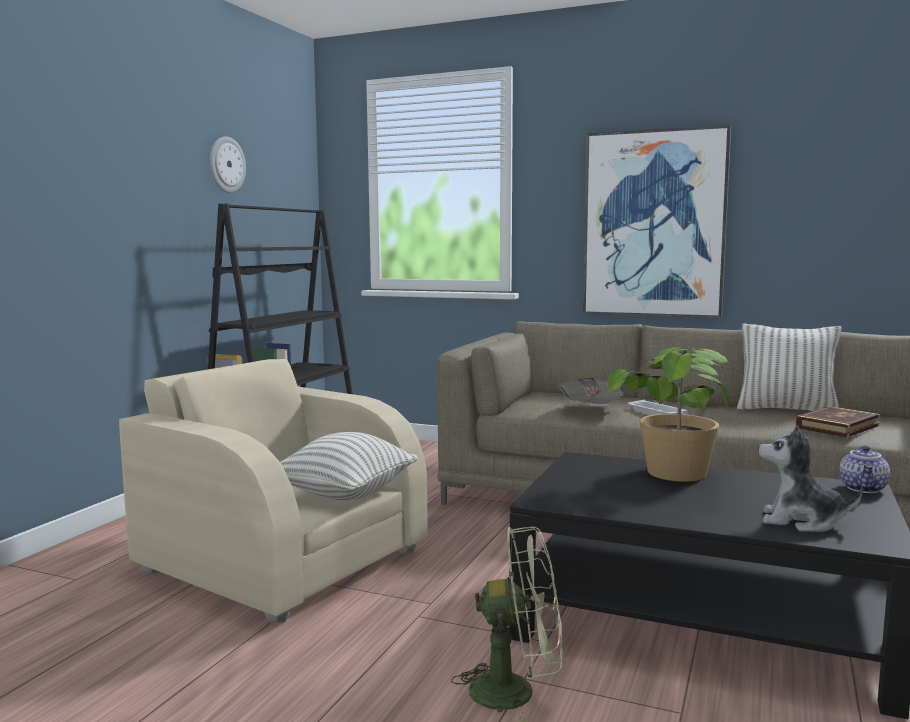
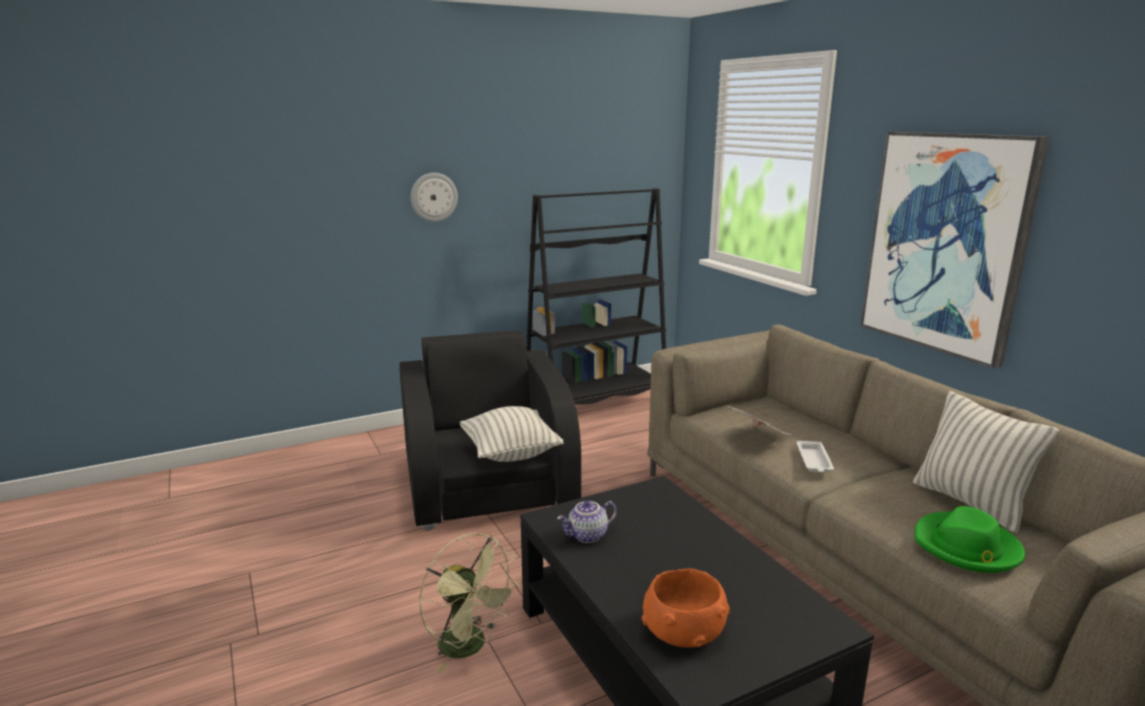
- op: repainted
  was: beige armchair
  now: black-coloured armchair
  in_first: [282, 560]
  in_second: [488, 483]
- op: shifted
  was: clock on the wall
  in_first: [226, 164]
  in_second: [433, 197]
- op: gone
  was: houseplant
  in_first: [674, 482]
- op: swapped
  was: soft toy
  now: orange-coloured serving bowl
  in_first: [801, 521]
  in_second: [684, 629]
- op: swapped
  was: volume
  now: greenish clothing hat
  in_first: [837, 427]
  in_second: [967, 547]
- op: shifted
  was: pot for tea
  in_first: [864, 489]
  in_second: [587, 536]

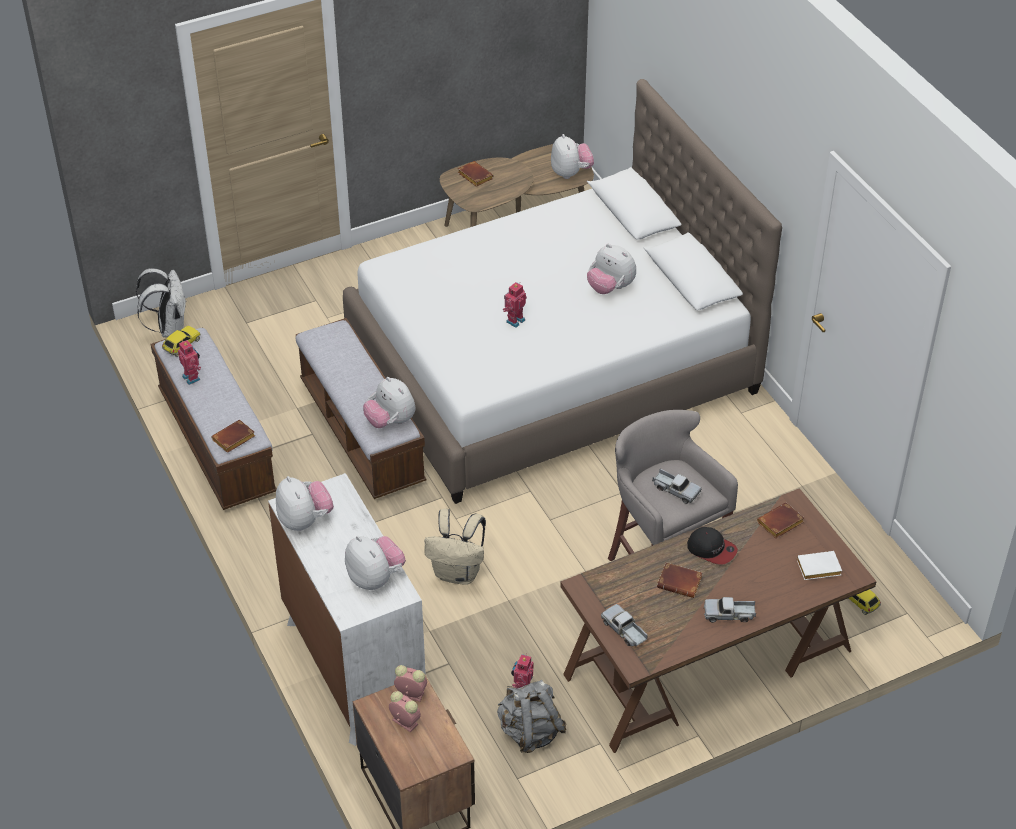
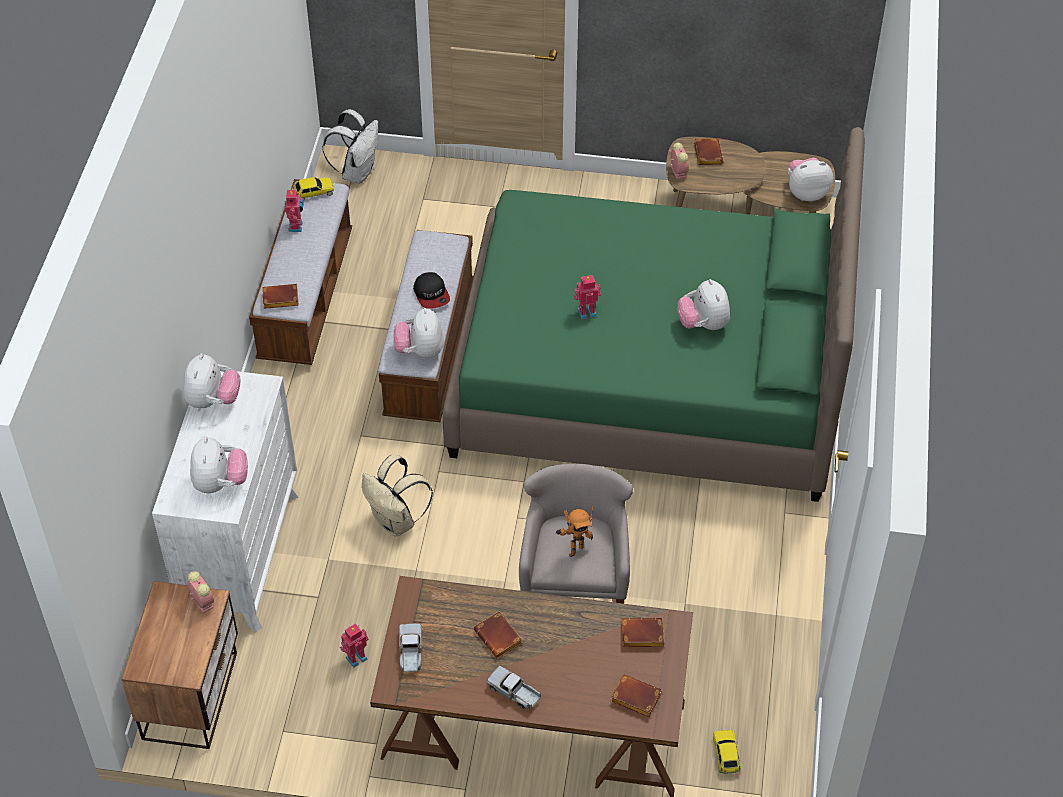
- op: repainted
  was: white-coloured bedroom bed
  now: greenish bedroom bed
  in_first: [552, 367]
  in_second: [648, 375]
- op: shifted
  was: bedside clock
  in_first: [404, 721]
  in_second: [677, 171]
- op: gone
  was: gray knapsack
  in_first: [530, 732]
- op: rotated
  was: soft toy
  in_first: [570, 173]
  in_second: [806, 193]
  clockwise: -120
- op: swapped
  was: toy truck
  now: robot figure
  in_first: [675, 490]
  in_second: [574, 549]
- op: shifted
  was: peaked cap
  in_first: [711, 549]
  in_second: [431, 294]
- op: repainted
  was: white-coloured volume
  now: brown-coloured volume
  in_first: [817, 569]
  in_second: [634, 698]

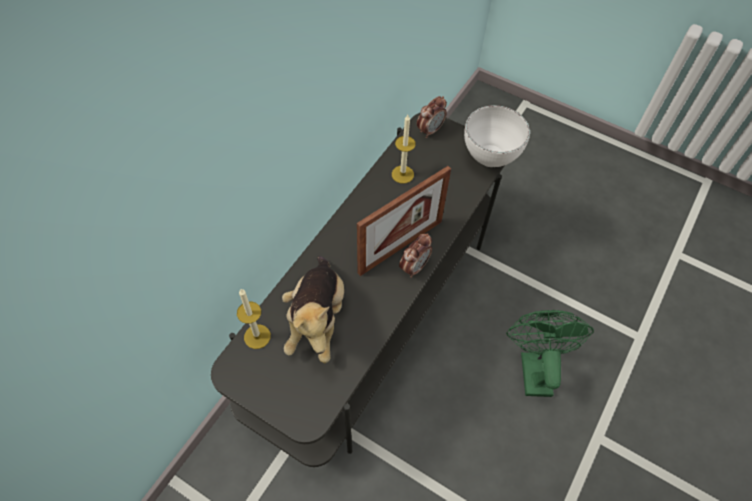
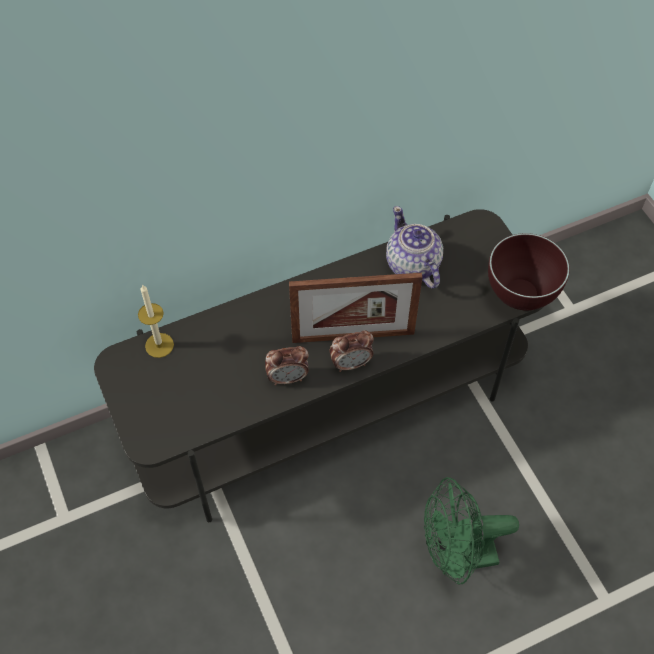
- op: gone
  was: soft toy
  in_first: [317, 320]
- op: swapped
  was: candle
  now: pot for tea
  in_first: [402, 174]
  in_second: [412, 265]
- op: shifted
  was: bedside clock
  in_first: [430, 130]
  in_second: [288, 378]
- op: repainted
  was: white-coloured serving bowl
  now: brown-coloured serving bowl
  in_first: [488, 158]
  in_second: [518, 295]
- op: rotated
  was: greenish fan
  in_first: [534, 367]
  in_second: [456, 557]
  clockwise: -135

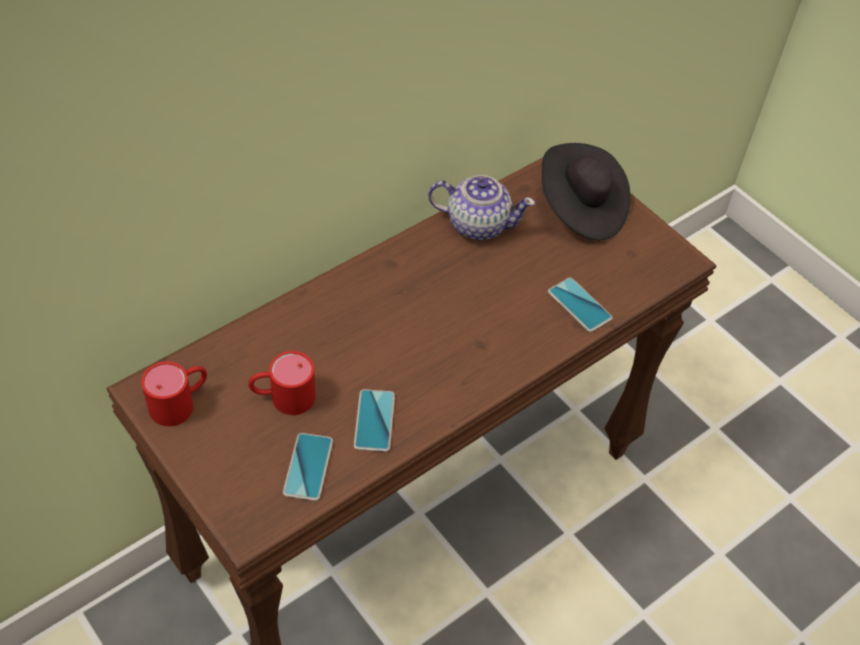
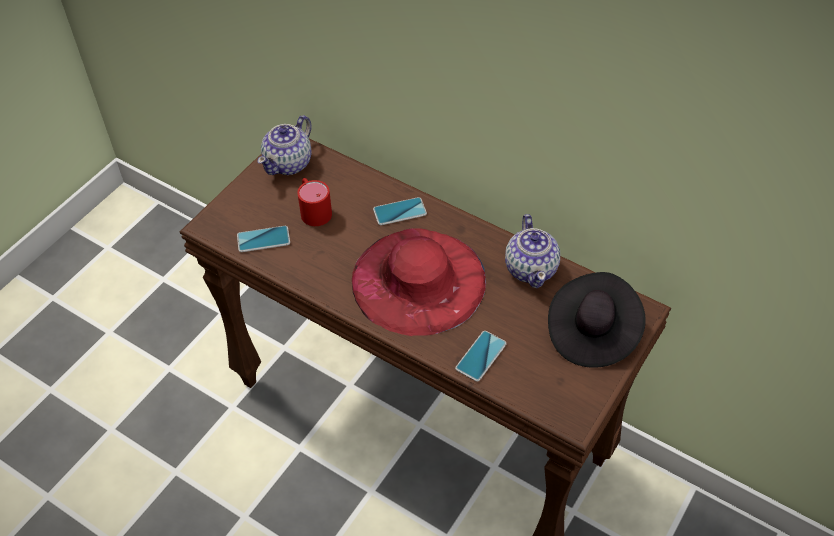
- op: swapped
  was: reddish tea mug
  now: pot for tea
  in_first: [180, 402]
  in_second: [289, 163]
- op: shifted
  was: handset
  in_first: [374, 421]
  in_second: [399, 212]
- op: new
  now: reddish clothing hat
  in_second: [418, 280]

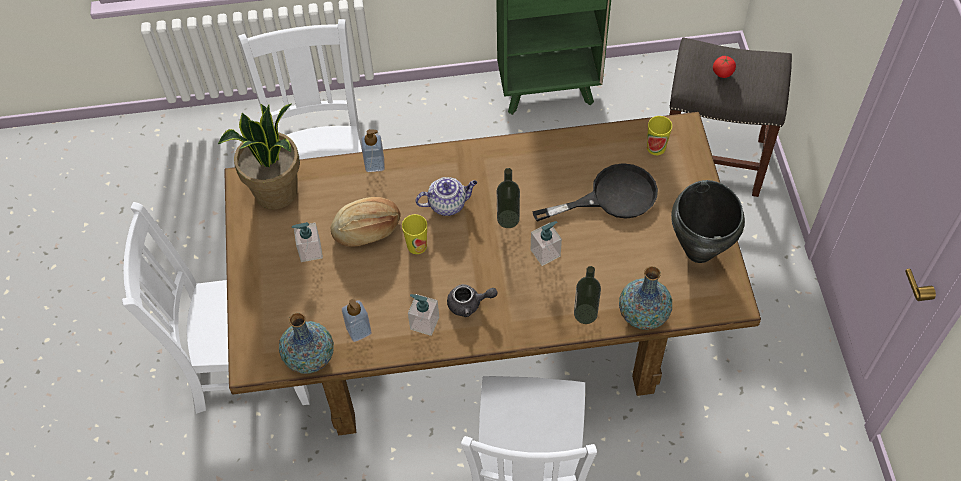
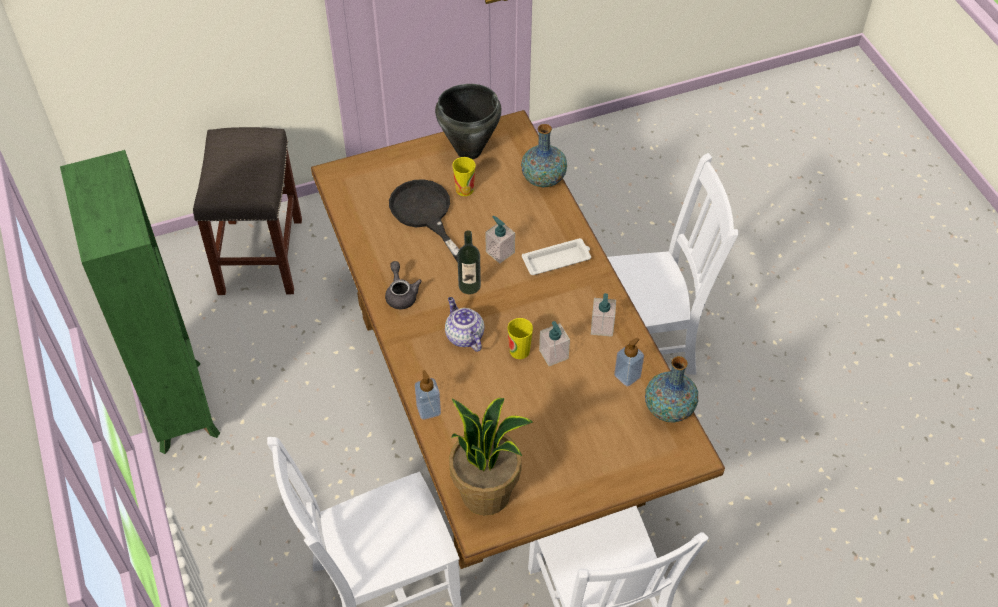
- op: shifted
  was: soap bottle
  in_first: [310, 251]
  in_second: [553, 354]
- op: gone
  was: bakery bread
  in_first: [367, 229]
- op: shifted
  was: gray pot for tea
  in_first: [469, 304]
  in_second: [401, 294]
- op: gone
  was: drink bottle
  in_first: [585, 314]
- op: shifted
  was: cup
  in_first: [656, 147]
  in_second: [464, 189]
- op: gone
  was: tomato
  in_first: [722, 73]
- op: new
  now: white-coloured carrying tray
  in_second: [557, 260]

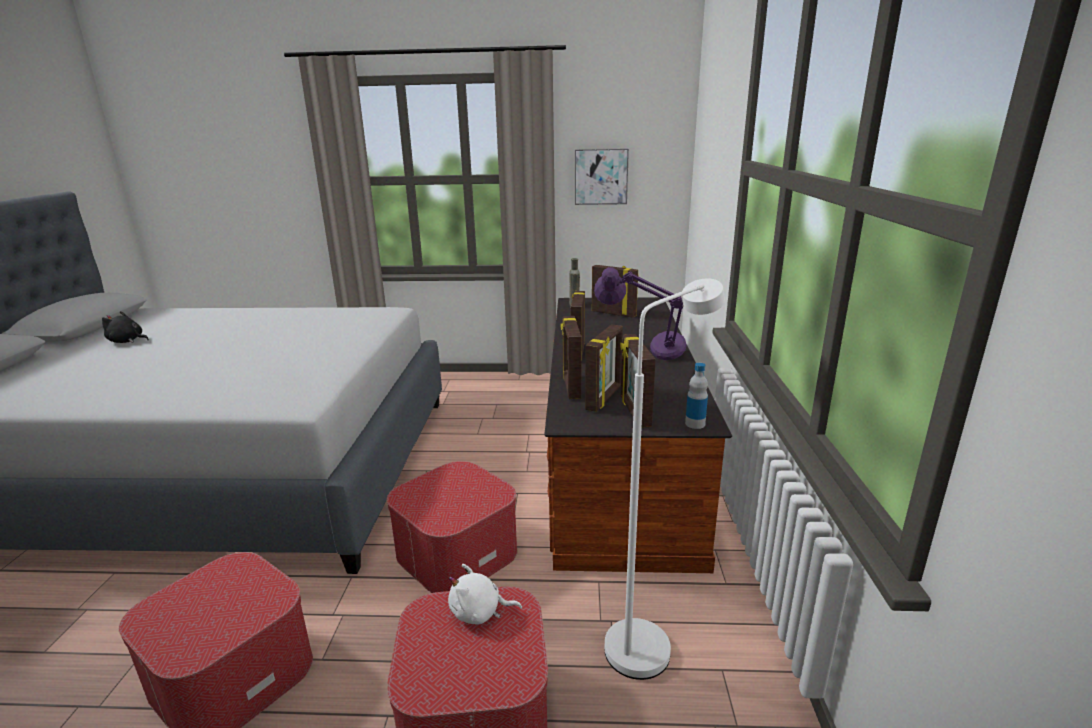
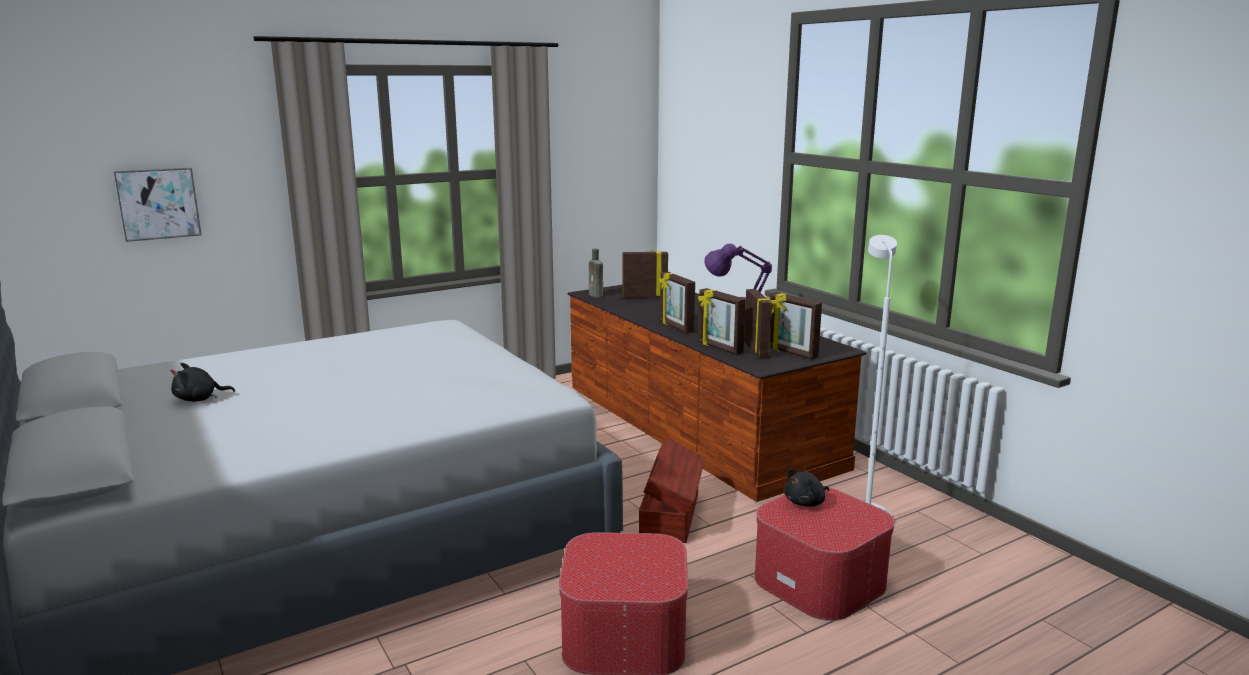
- op: swapped
  was: ottoman
  now: brown-coloured storage box
  in_first: [457, 551]
  in_second: [671, 515]
- op: repainted
  was: white-coloured soft toy
  now: black-coloured soft toy
  in_first: [479, 612]
  in_second: [806, 502]
- op: shifted
  was: wall art
  in_first: [601, 176]
  in_second: [158, 203]
- op: gone
  was: drink bottle
  in_first: [695, 424]

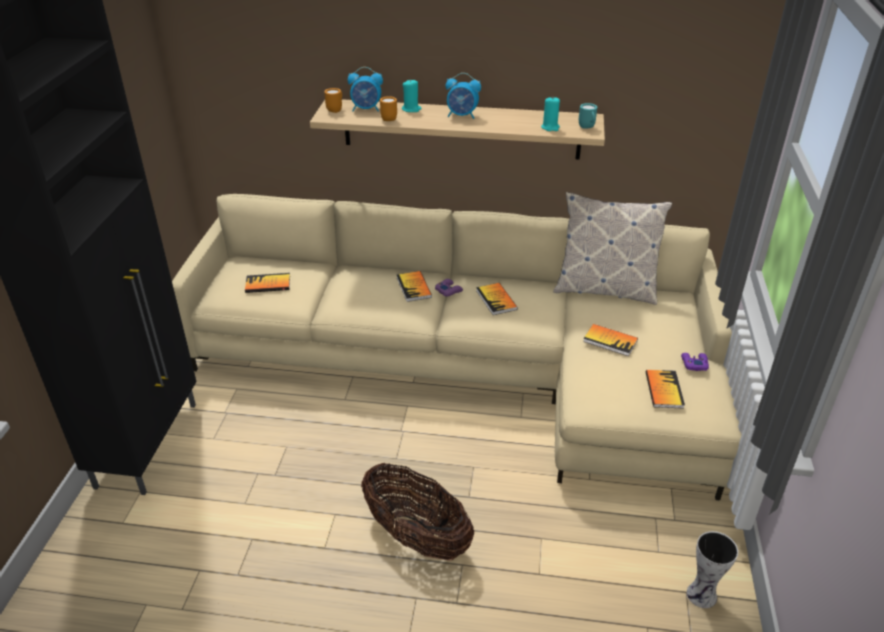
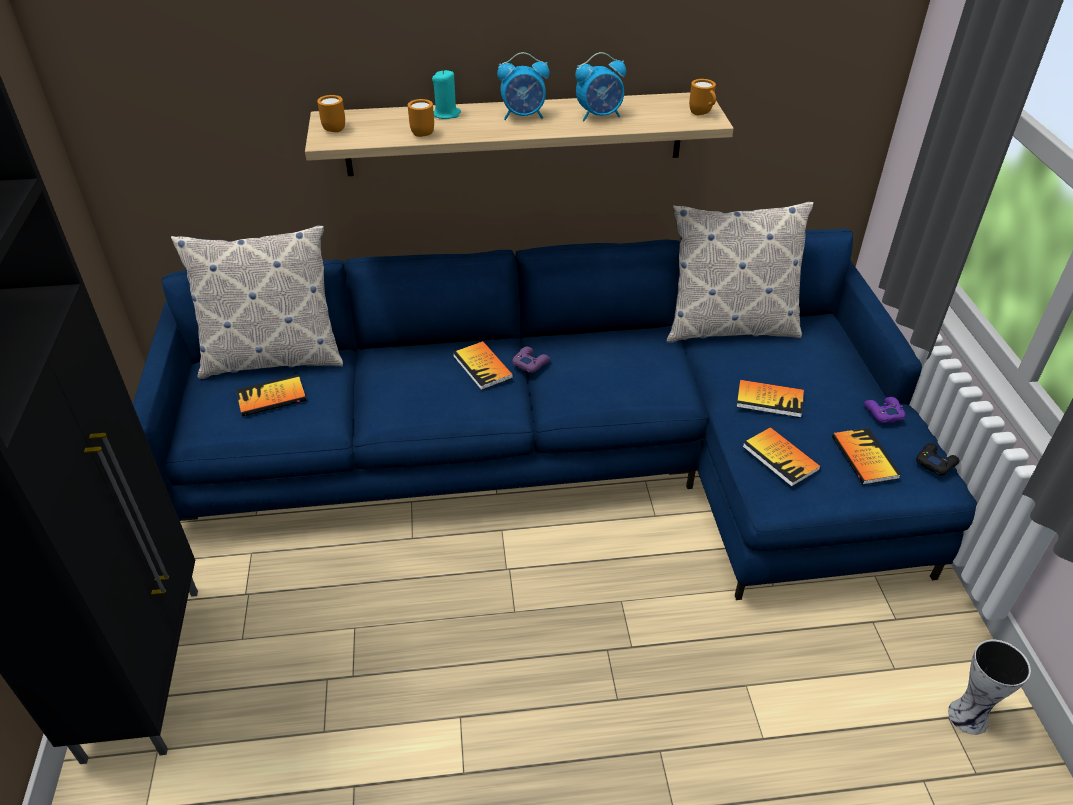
- op: repainted
  was: beige couch
  now: blue-coloured couch
  in_first: [474, 369]
  in_second: [570, 459]
- op: shifted
  was: bedside clock
  in_first: [366, 109]
  in_second: [600, 116]
- op: gone
  was: storage basket
  in_first: [416, 536]
- op: shifted
  was: volume
  in_first: [496, 300]
  in_second: [780, 458]
- op: gone
  was: turquoise candle
  in_first: [550, 127]
- op: repainted
  was: turquoise tea mug
  now: orange-coloured tea mug
  in_first: [587, 128]
  in_second: [702, 114]
- op: new
  now: pillow
  in_second: [273, 358]
- op: new
  now: black-coloured joypad
  in_second: [935, 462]

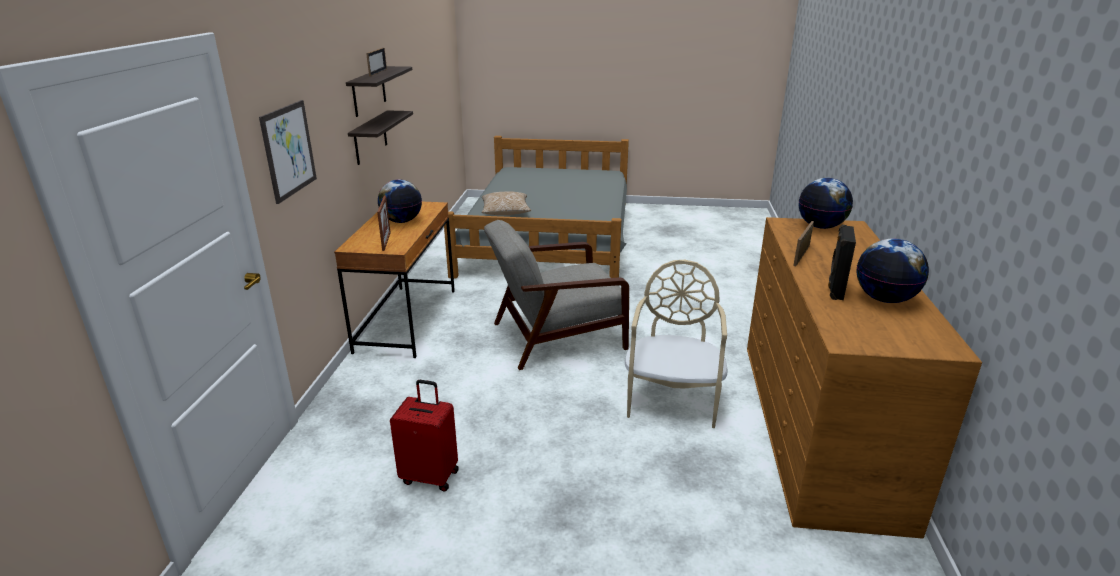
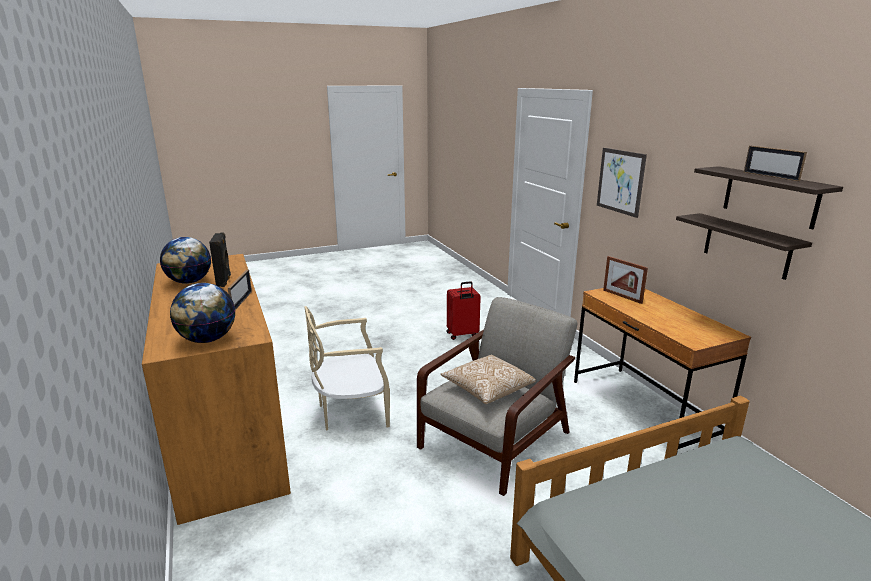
- op: gone
  was: desk globe
  in_first: [402, 221]
- op: shifted
  was: pillow
  in_first: [505, 213]
  in_second: [487, 389]
- op: rotated
  was: beige chair
  in_first: [672, 401]
  in_second: [350, 412]
  clockwise: 90

